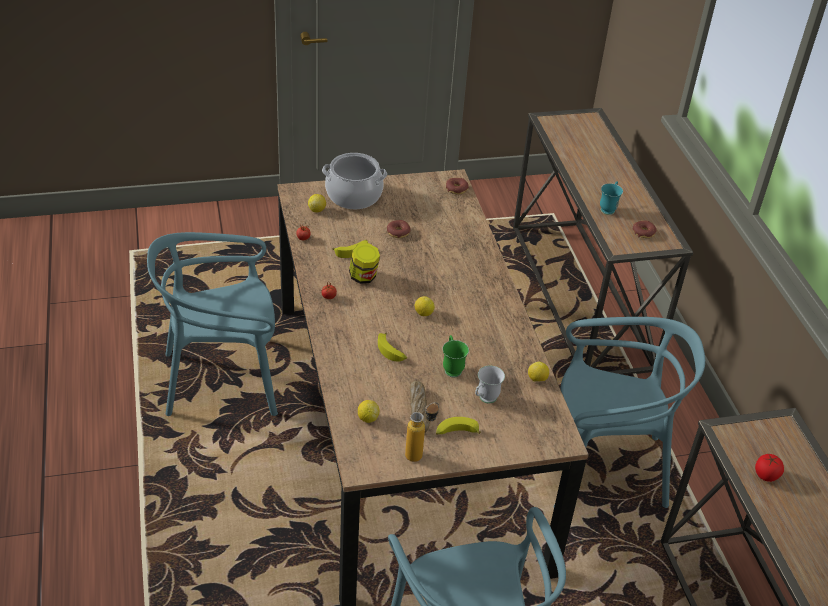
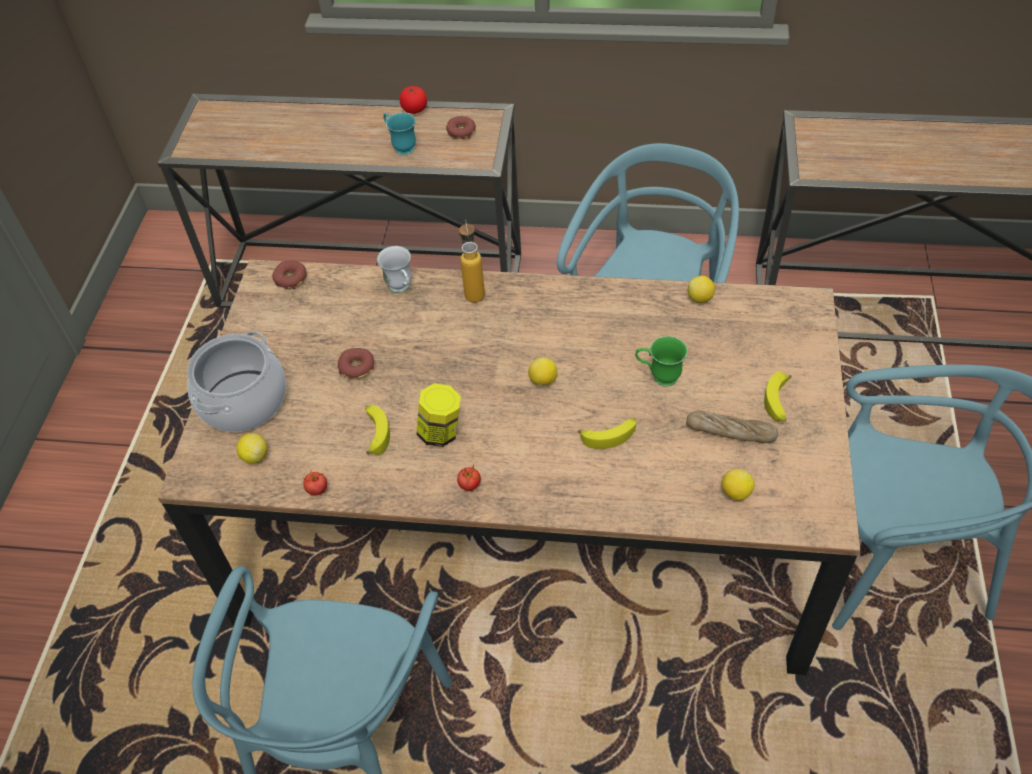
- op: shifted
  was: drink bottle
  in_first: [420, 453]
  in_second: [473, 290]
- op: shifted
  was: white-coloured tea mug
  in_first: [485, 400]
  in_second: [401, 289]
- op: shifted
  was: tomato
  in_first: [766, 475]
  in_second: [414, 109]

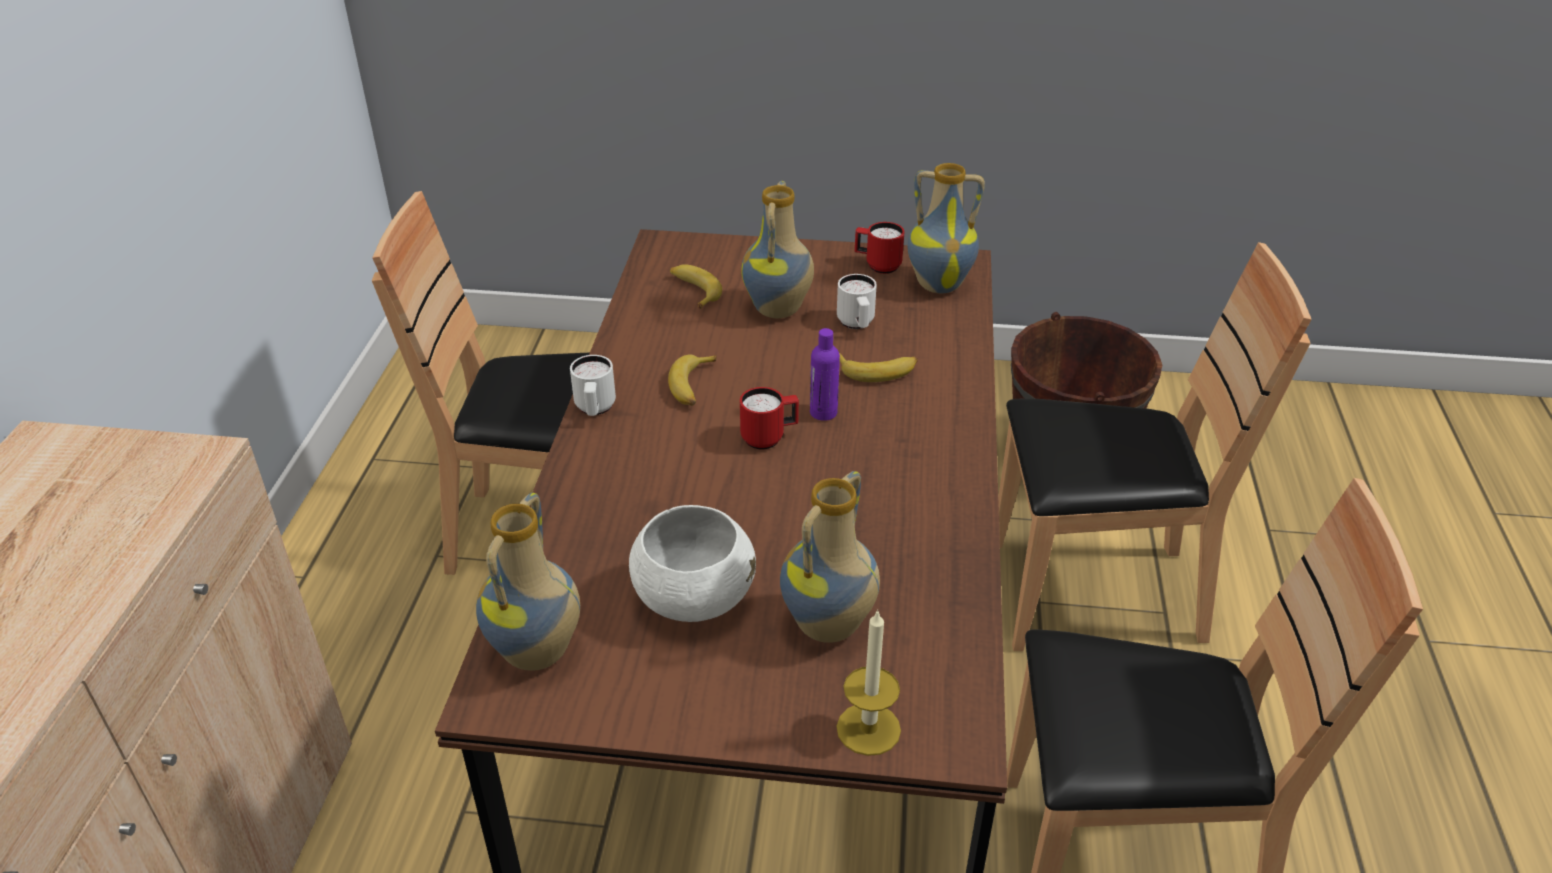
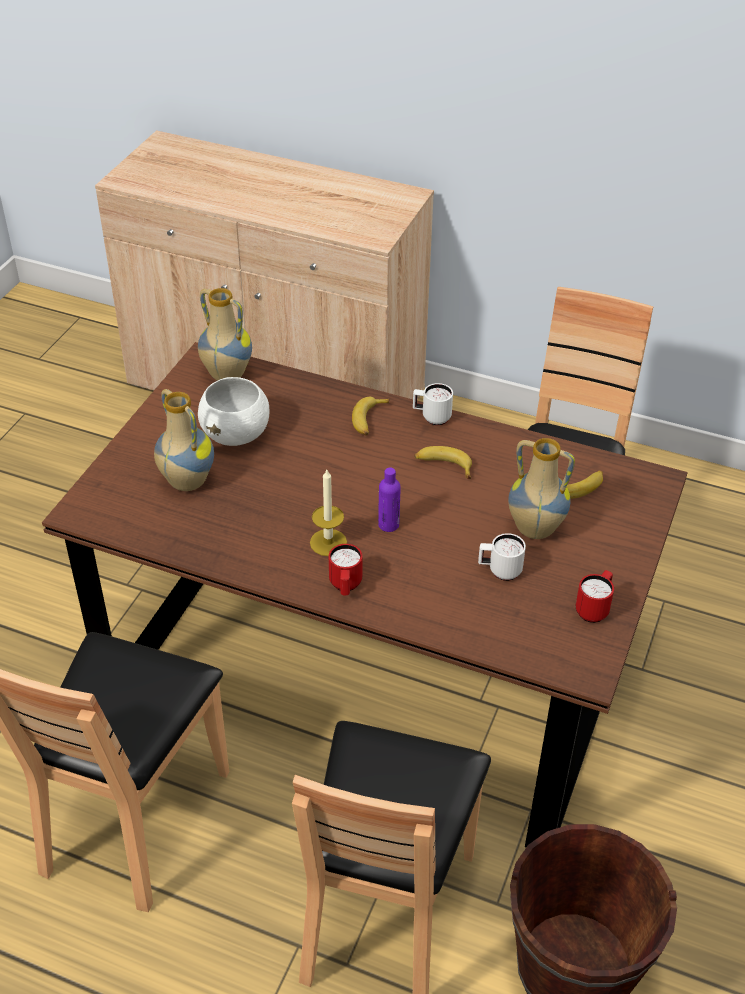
- op: shifted
  was: reddish tea mug
  in_first: [769, 438]
  in_second: [345, 586]
- op: shifted
  was: candle
  in_first: [868, 729]
  in_second: [328, 542]
- op: shifted
  was: banana
  in_first: [877, 371]
  in_second: [369, 420]
- op: gone
  was: decorative vase
  in_first: [939, 284]

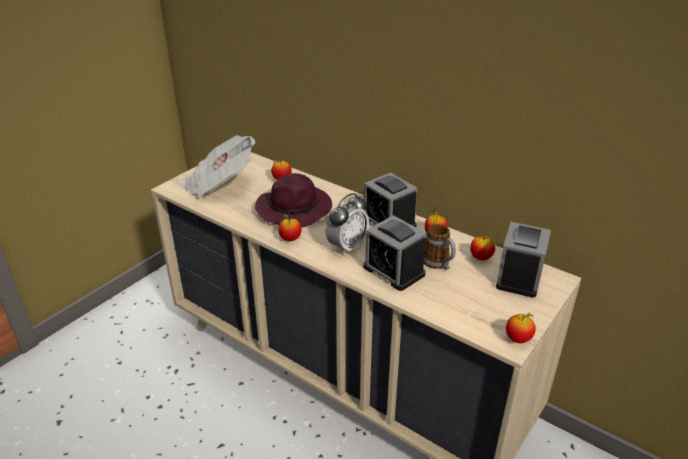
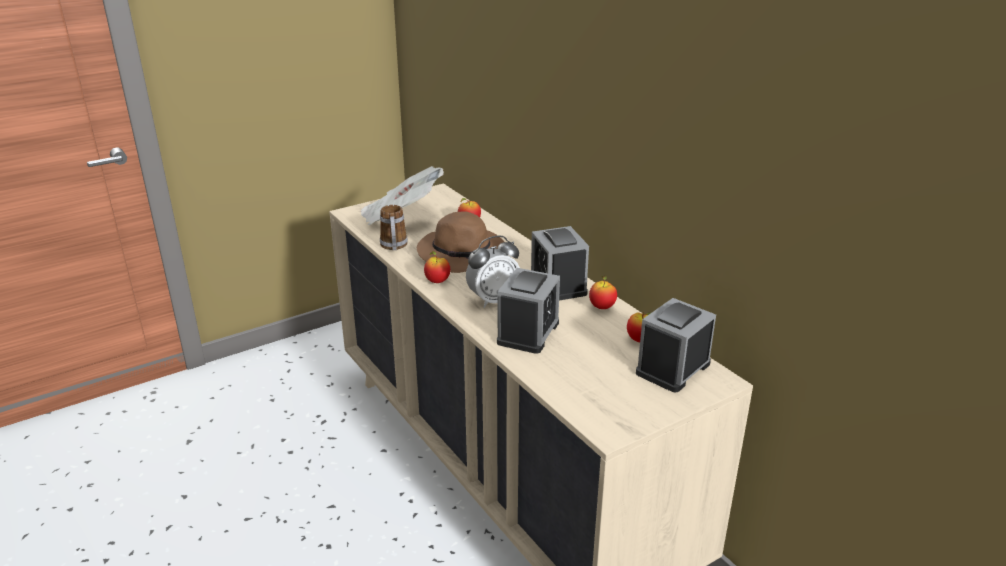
- op: repainted
  was: purple-coloured clothing hat
  now: brown-coloured clothing hat
  in_first: [295, 209]
  in_second: [463, 254]
- op: rotated
  was: bedside clock
  in_first: [394, 270]
  in_second: [528, 333]
  clockwise: -135
- op: shifted
  was: tea mug
  in_first: [439, 264]
  in_second: [394, 247]
- op: gone
  was: apple
  in_first: [518, 339]

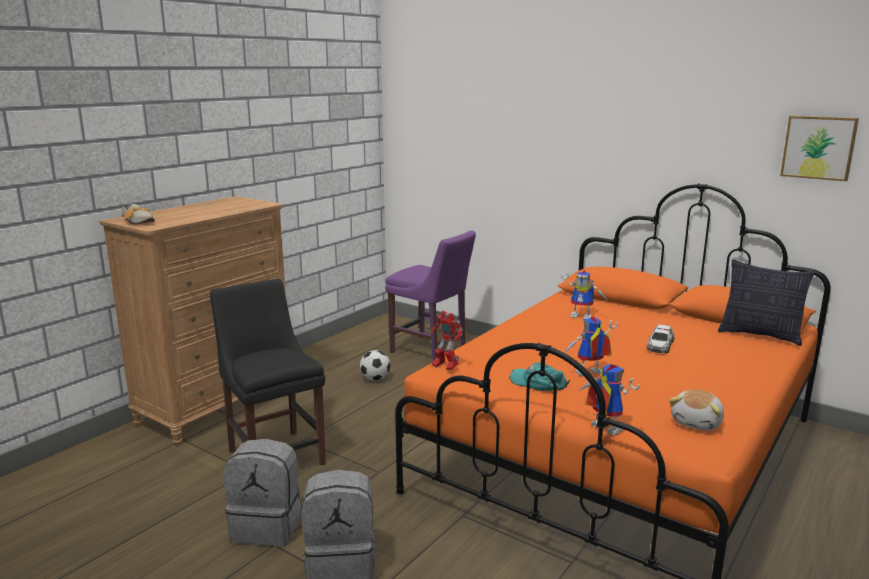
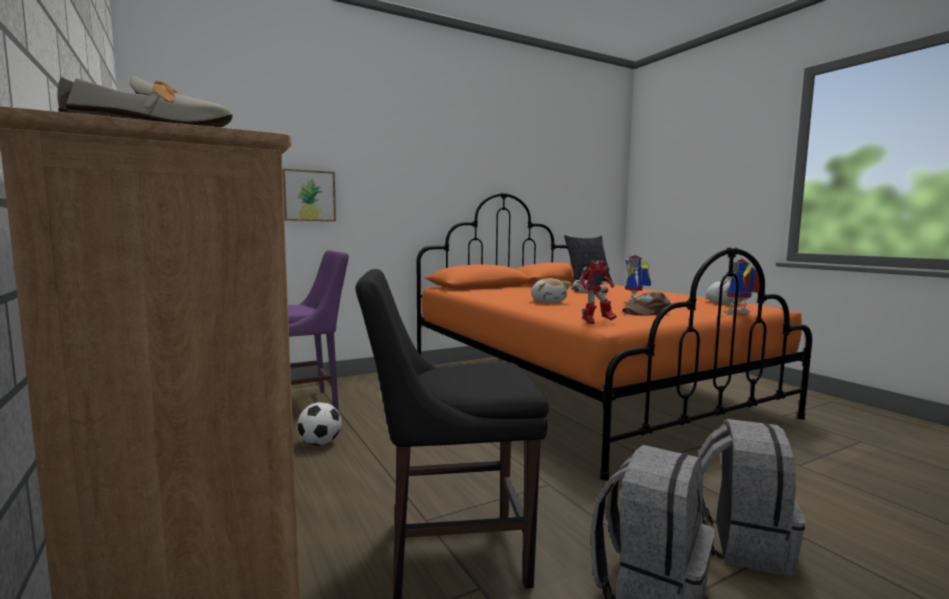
- op: repainted
  was: turquoise peaked cap
  now: brown-coloured peaked cap
  in_first: [538, 382]
  in_second: [646, 312]
- op: gone
  was: robot figure
  in_first: [583, 316]
- op: shifted
  was: wall art
  in_first: [818, 147]
  in_second: [309, 196]
- op: new
  now: soft toy
  in_second: [548, 301]

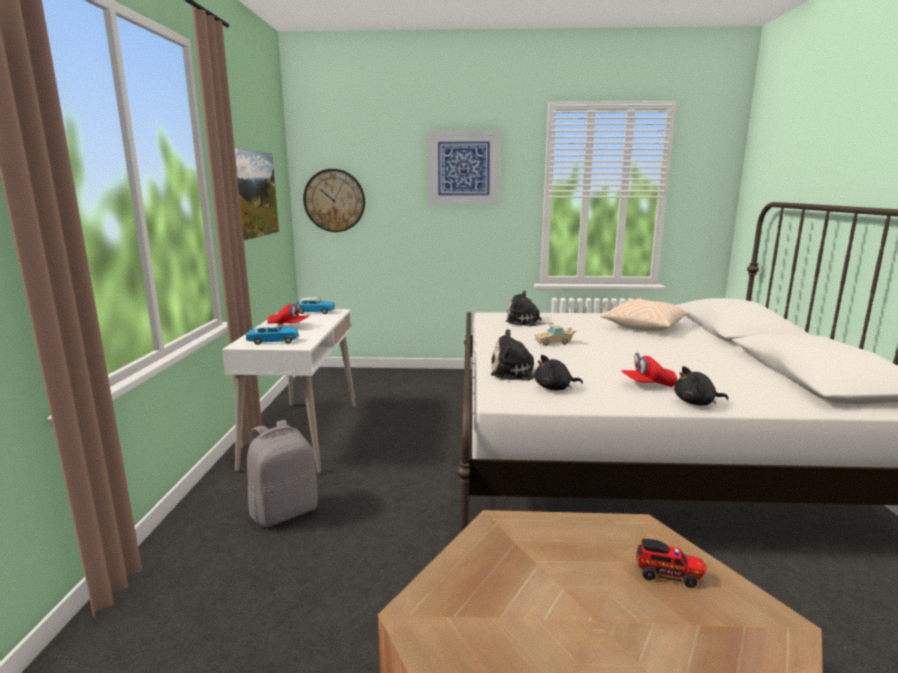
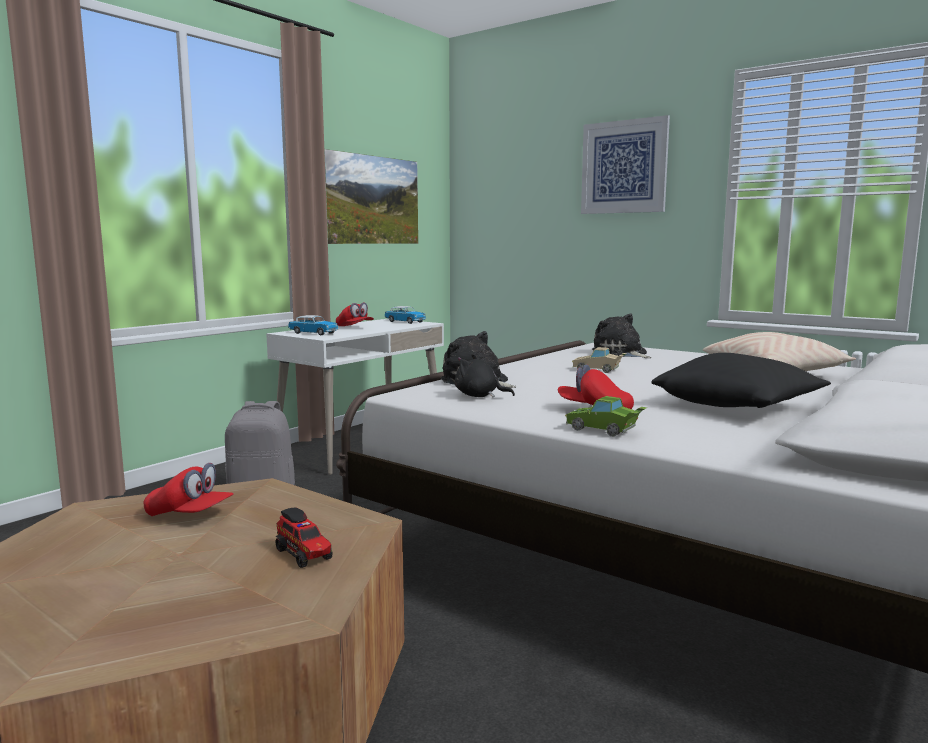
- op: gone
  was: clock on the wall
  in_first: [334, 200]
- op: swapped
  was: black-coloured soft toy
  now: greenish miniature car
  in_first: [696, 403]
  in_second: [605, 430]
- op: new
  now: reddish peaked cap
  in_second: [190, 515]
- op: new
  now: black-coloured pillow
  in_second: [738, 406]

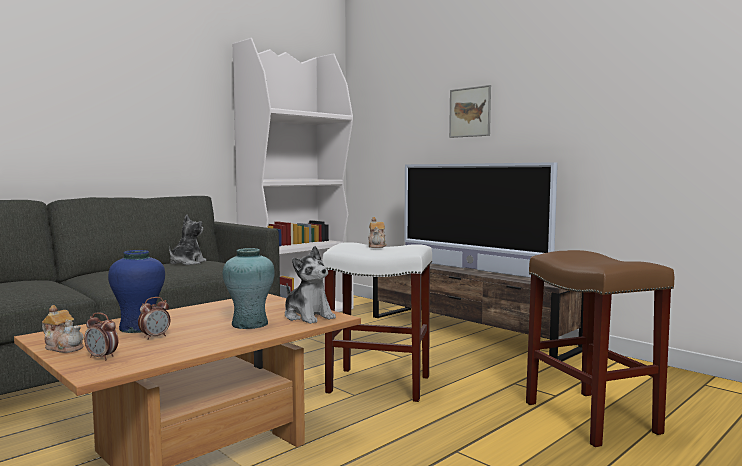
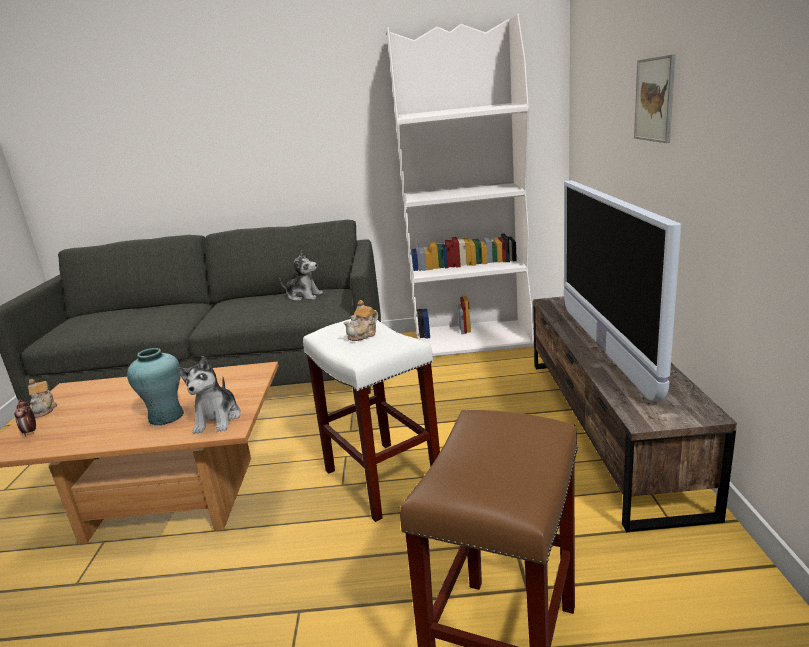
- op: gone
  was: blue-coloured decorative vase
  in_first: [138, 327]
- op: gone
  was: bedside clock
  in_first: [155, 337]
- op: rotated
  was: soft toy
  in_first: [187, 263]
  in_second: [304, 296]
  clockwise: 45

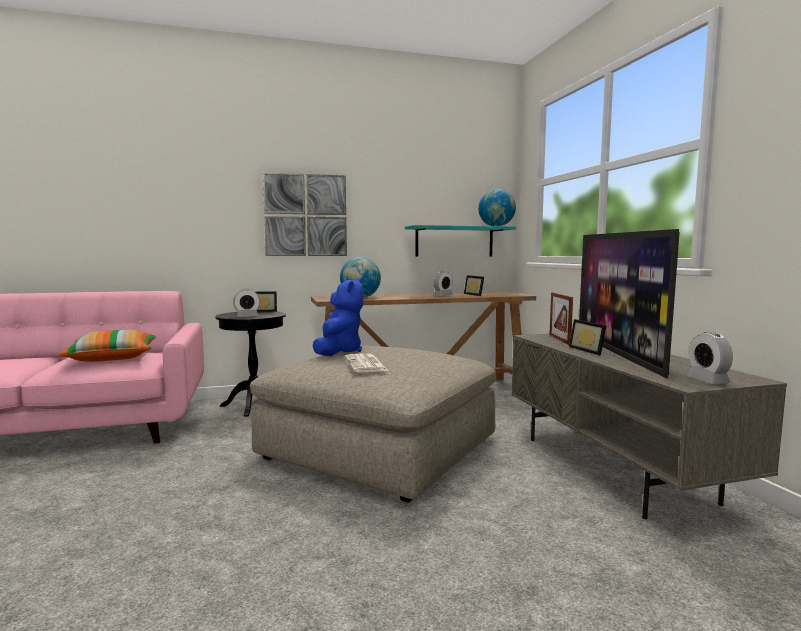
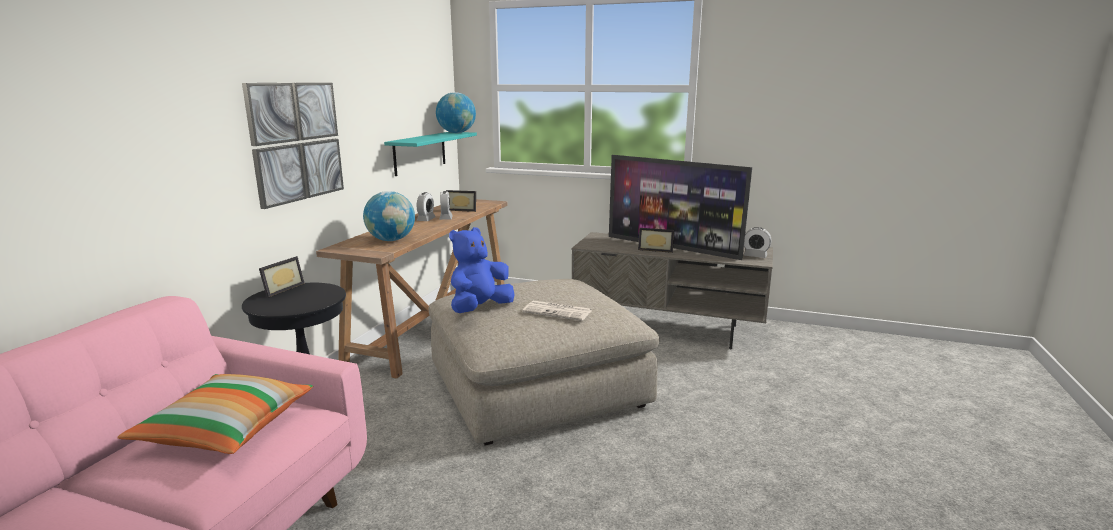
- op: shifted
  was: bedside clock
  in_first: [247, 316]
  in_second: [426, 219]
- op: rotated
  was: blue-coloured soft toy
  in_first: [338, 352]
  in_second: [480, 309]
  clockwise: -90
- op: gone
  was: picture frame
  in_first: [559, 339]

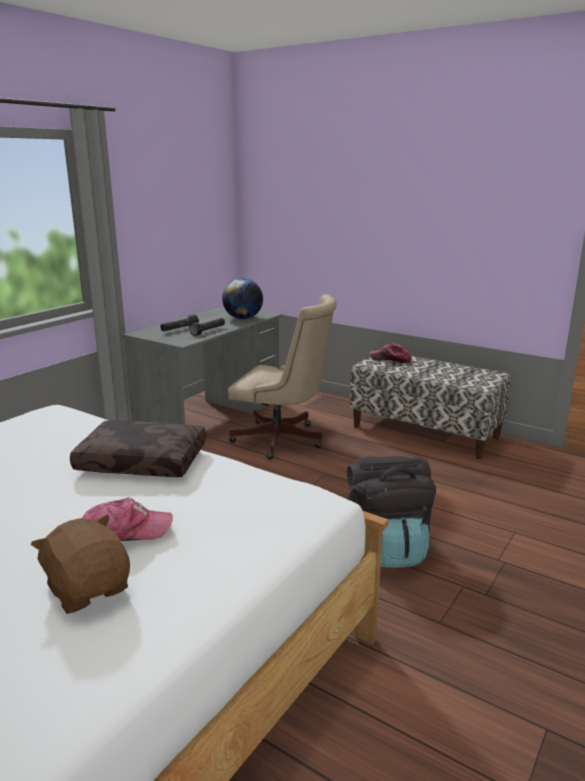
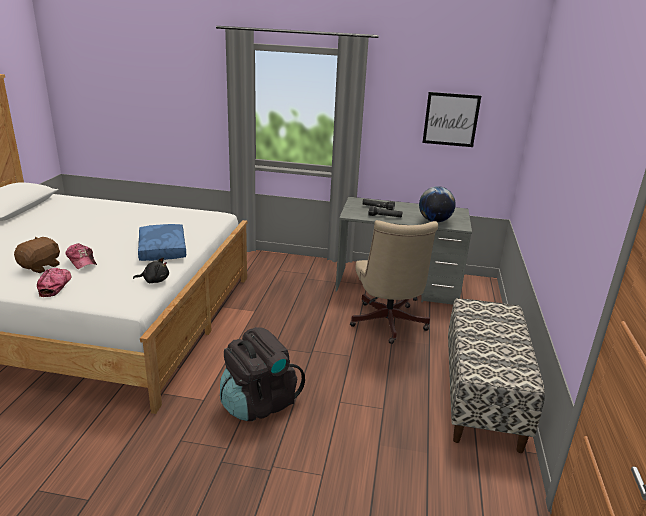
- op: repainted
  was: brown-coloured pillow
  now: blue-coloured pillow
  in_first: [144, 461]
  in_second: [163, 250]
- op: shifted
  was: peaked cap
  in_first: [390, 359]
  in_second: [55, 285]
- op: new
  now: black-coloured soft toy
  in_second: [154, 280]
- op: new
  now: wall art
  in_second: [451, 119]

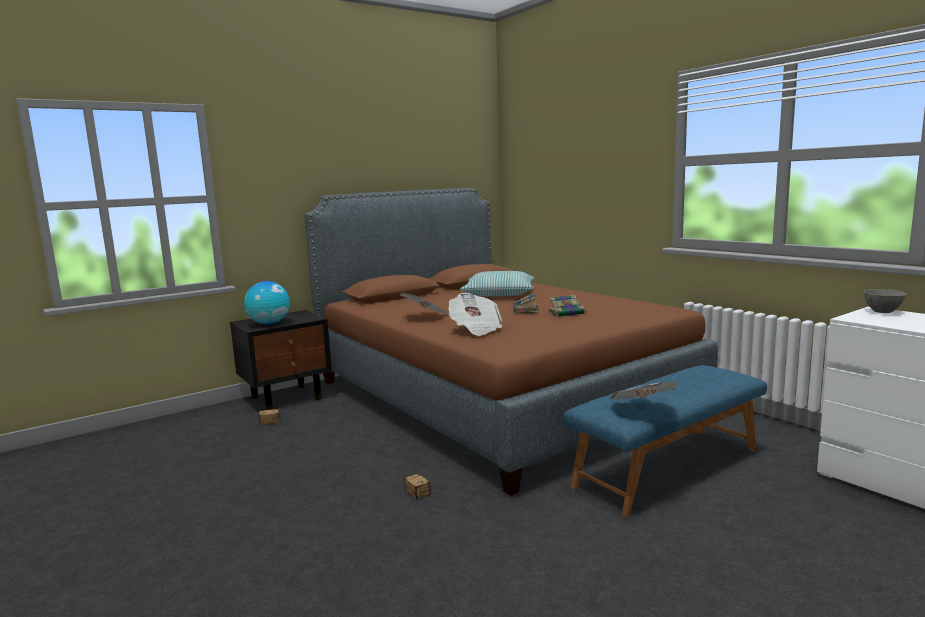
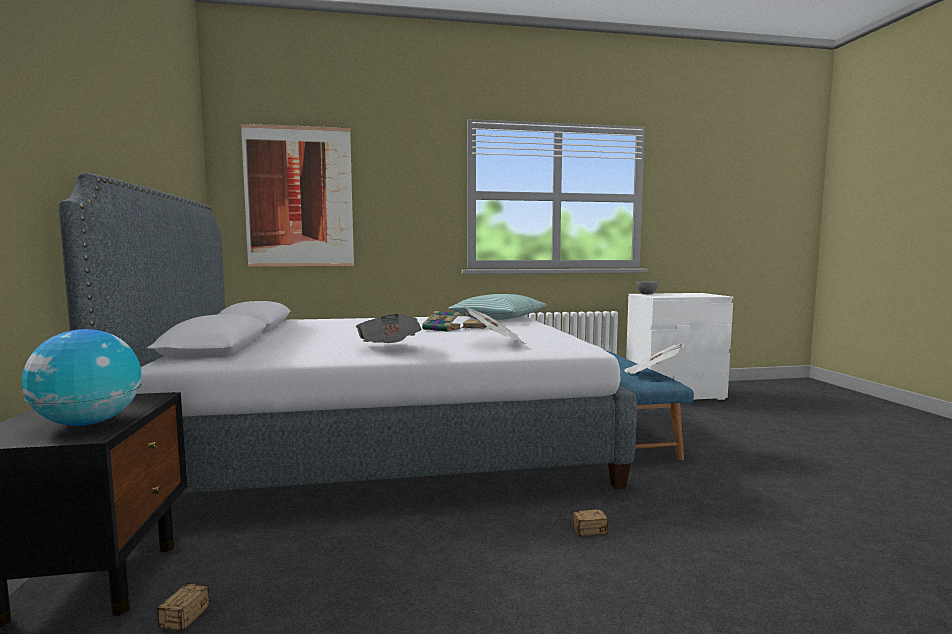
- op: repainted
  was: brown-coloured bedroom bed
  now: gray bedroom bed
  in_first: [494, 395]
  in_second: [382, 443]
- op: shifted
  was: pillow
  in_first: [499, 294]
  in_second: [498, 318]
- op: new
  now: wall art
  in_second: [299, 197]

